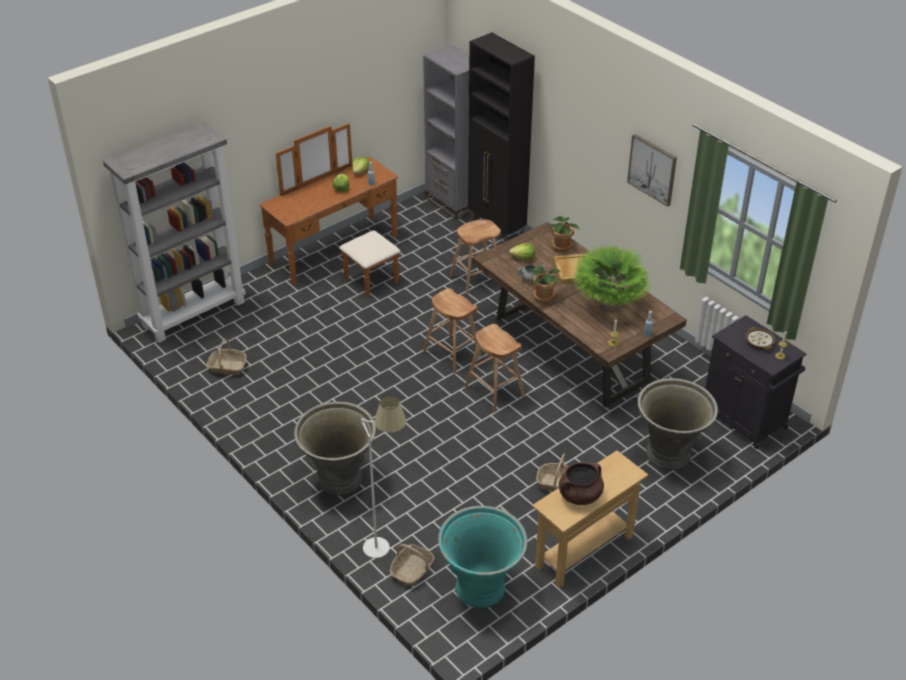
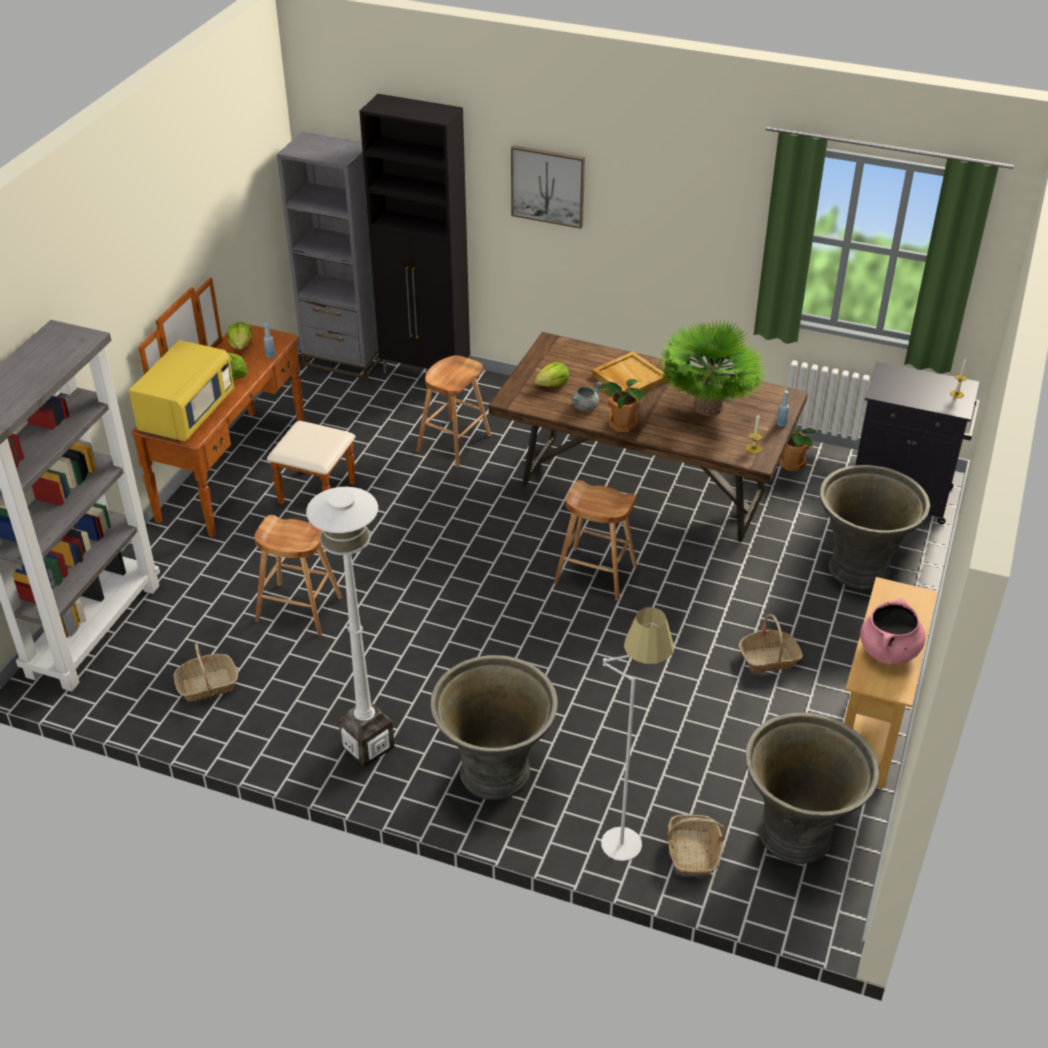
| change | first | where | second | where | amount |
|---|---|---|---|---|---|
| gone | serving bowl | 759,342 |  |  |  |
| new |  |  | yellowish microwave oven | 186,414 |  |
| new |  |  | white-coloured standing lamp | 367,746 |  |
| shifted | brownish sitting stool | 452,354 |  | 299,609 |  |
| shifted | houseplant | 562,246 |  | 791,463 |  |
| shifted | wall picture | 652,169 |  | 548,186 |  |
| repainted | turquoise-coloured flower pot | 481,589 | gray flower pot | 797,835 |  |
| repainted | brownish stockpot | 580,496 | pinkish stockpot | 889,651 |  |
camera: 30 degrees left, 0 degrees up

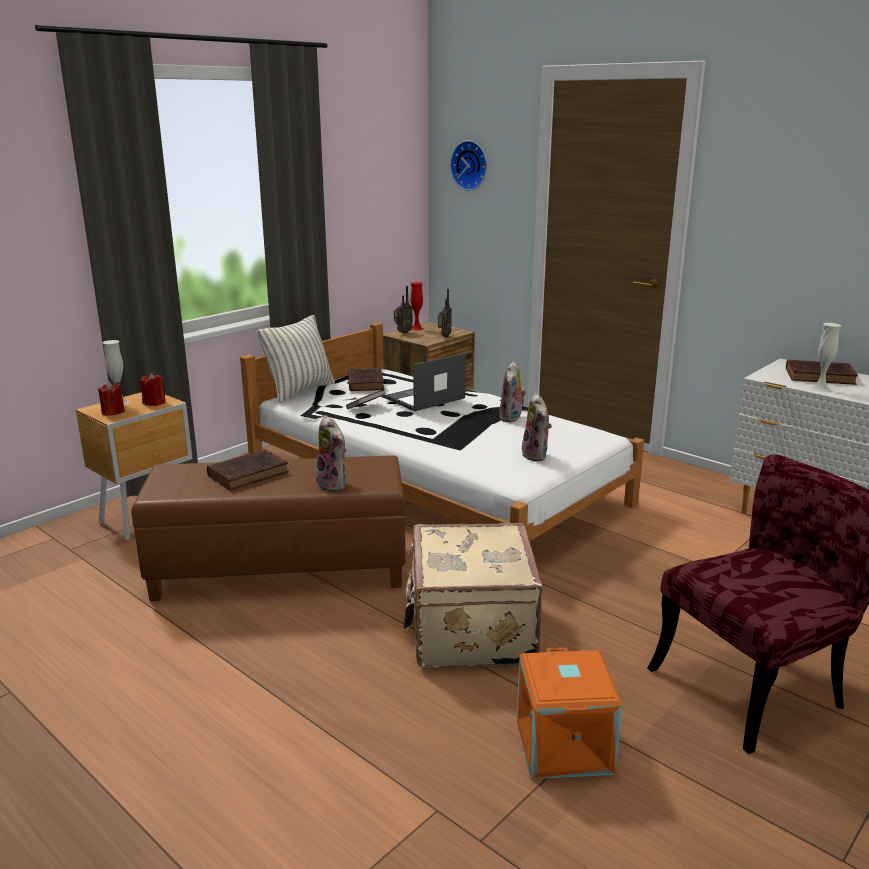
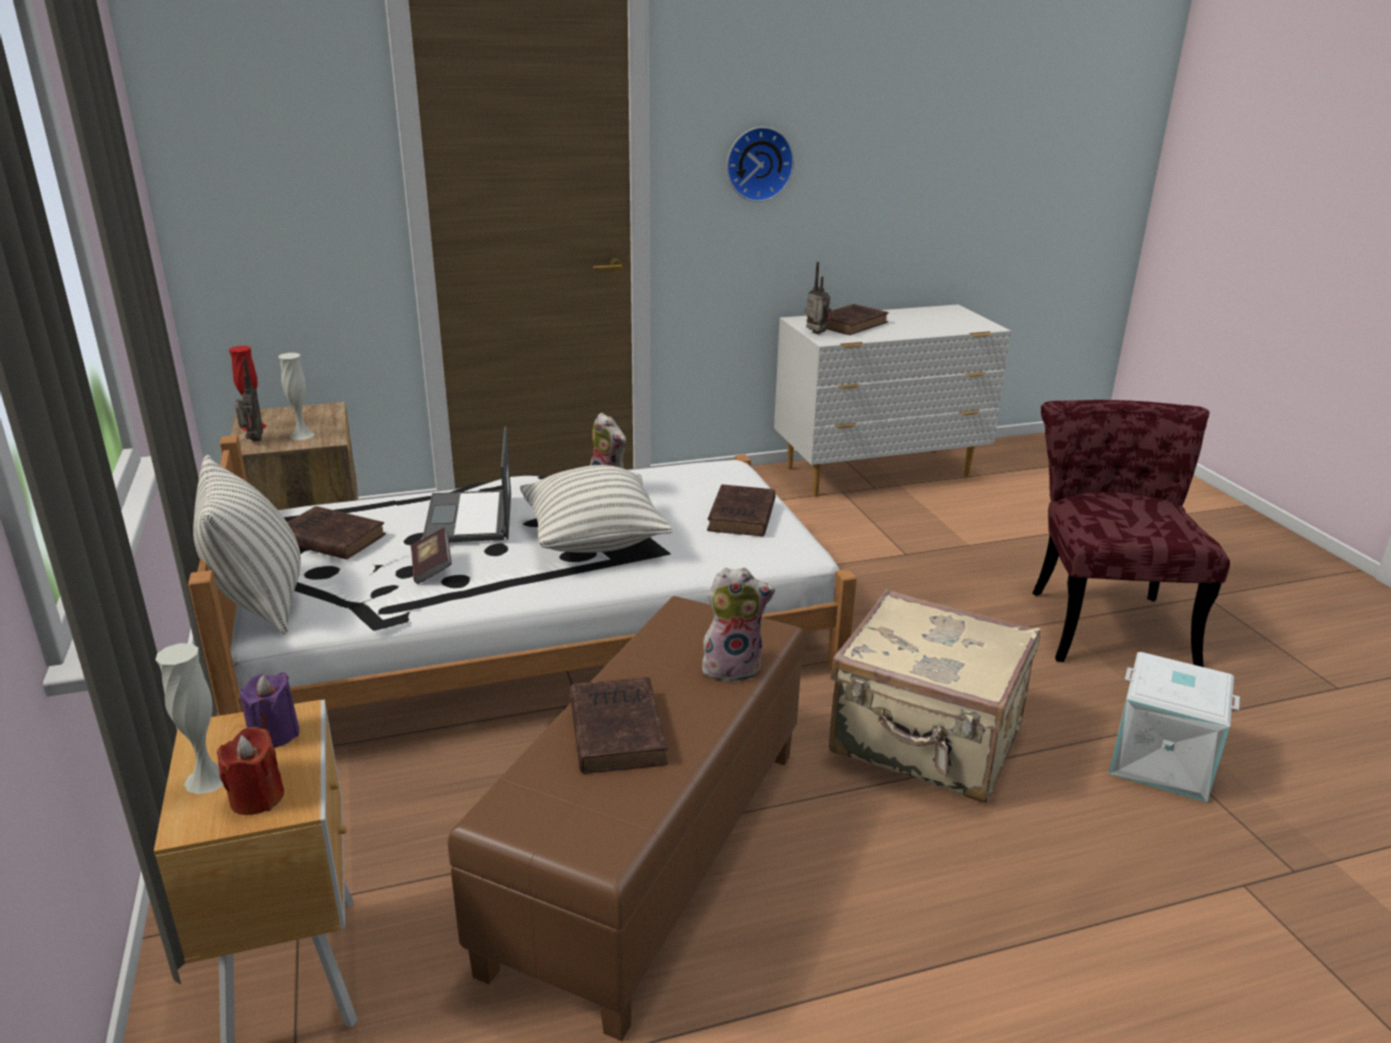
| change | first | where | second | where | amount |
|---|---|---|---|---|---|
| new |  |  | cushion | 594,541 |  |
| shifted | radio | 444,336 |  | 815,334 |  |
| shifted | hanging clock | 471,165 |  | 758,164 |  |
| shifted | white-coloured vase | 820,389 |  | 302,435 |  |
| swapped | soft toy | 536,455 | brownish volume | 741,517 |  |
| repainted | reddish wax candle | 154,403 | purple wax candle | 274,734 |  |
| repainted | orangey storage box | 566,746 | white-coloured storage box | 1162,760 |  |
camera: 60 degrees left, 5 degrees up

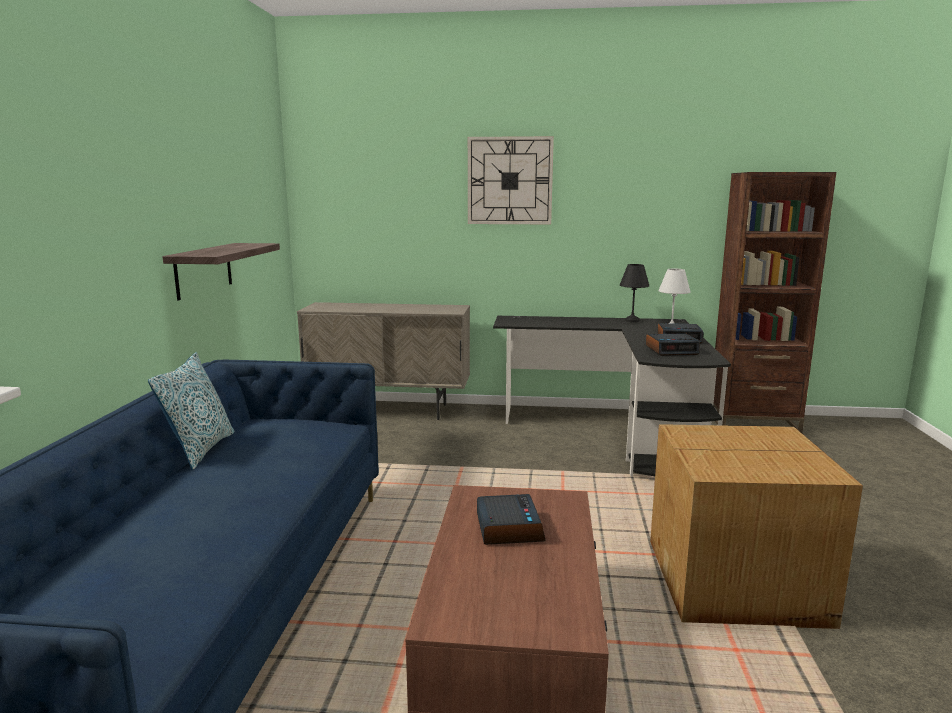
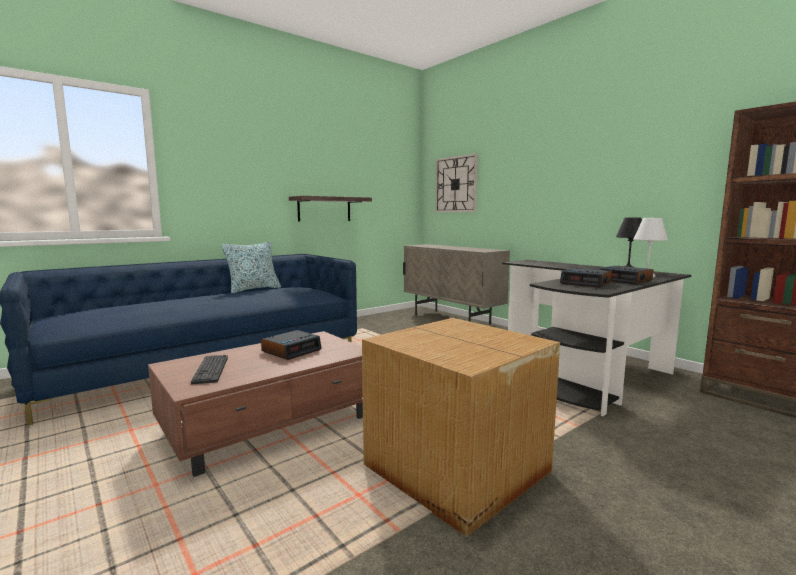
| change | first | where | second | where | amount |
|---|---|---|---|---|---|
| new |  |  | computer keyboard | 210,370 |  |
| shifted | hanging clock | 510,181 |  | 456,184 |  |
camera: 45 degrees right, 5 degrees down

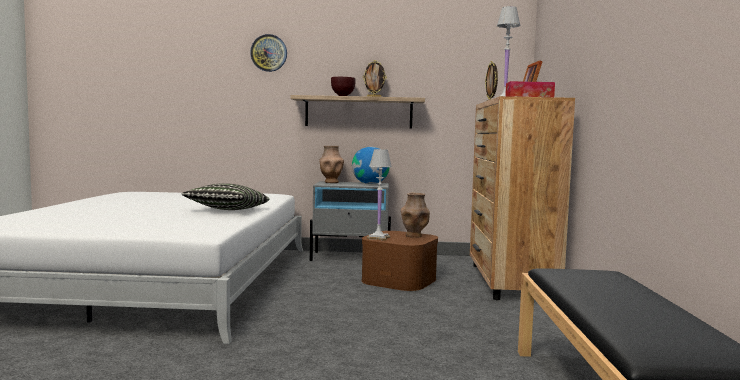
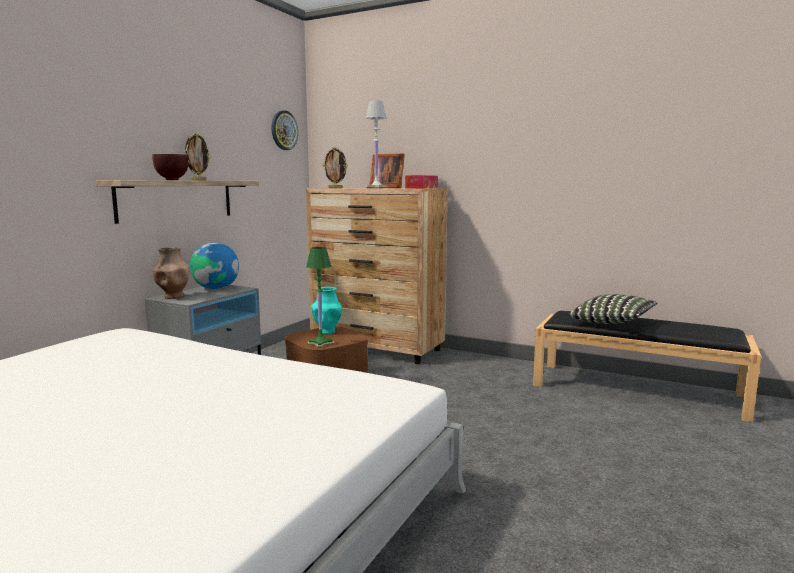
| change | first | where | second | where | amount |
|---|---|---|---|---|---|
| shifted | cushion | 227,210 |  | 612,323 |  |
| shifted | hanging clock | 269,53 |  | 284,130 |  |
| repainted | white-coloured table lamp | 378,238 | greenish table lamp | 320,344 |  |
| repainted | brownish vase | 414,236 | turquoise-coloured vase | 327,332 |  |
camera: 65 degrees left, 5 degrees up

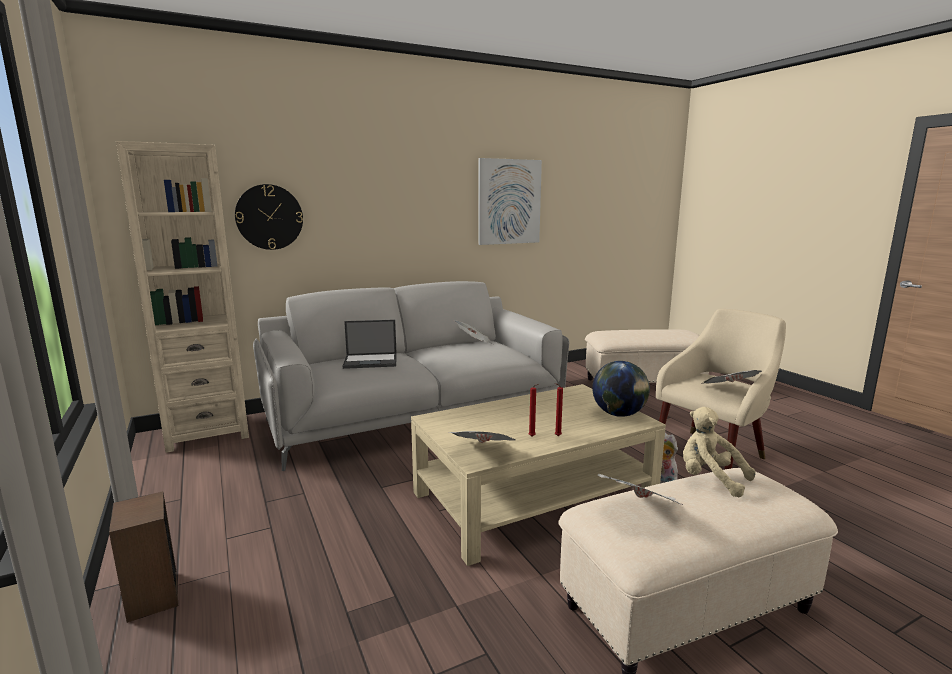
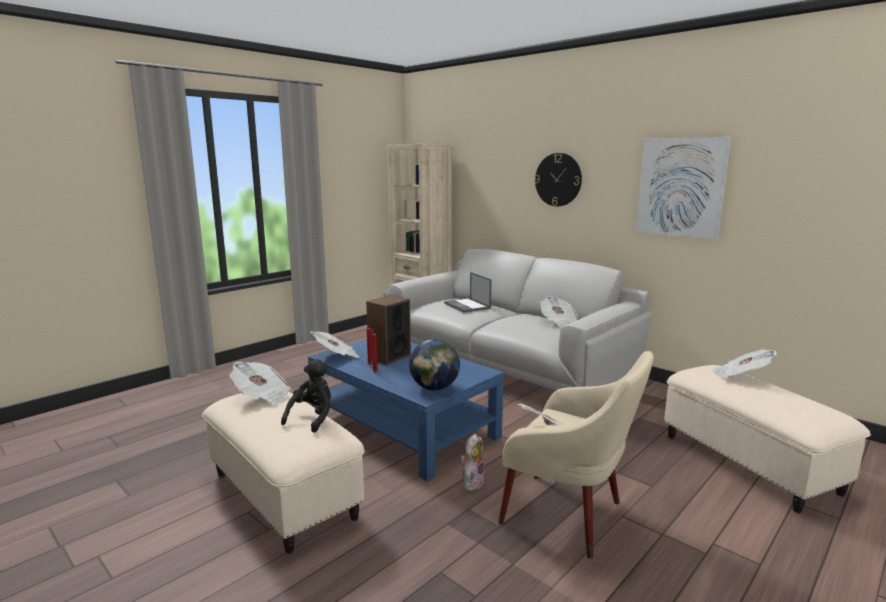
| change | first | where | second | where | amount |
|---|---|---|---|---|---|
| new |  |  | newspaper | 740,376 |  |
| shifted | speaker | 152,596 |  | 389,357 |  |
| shifted | hanging clock | 269,217 |  | 558,179 |  |
| repainted | beige coffee table | 534,497 | bluish coffee table | 404,427 |  |
| repainted | beige soft toy | 709,479 | black-coloured soft toy | 312,418 |  |
camera: 70 degrees right, 0 degrees up

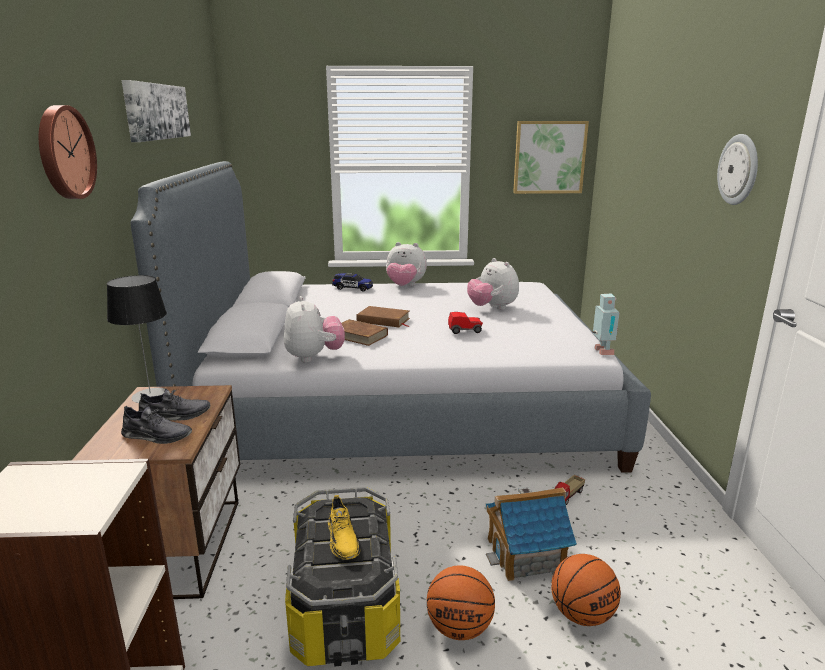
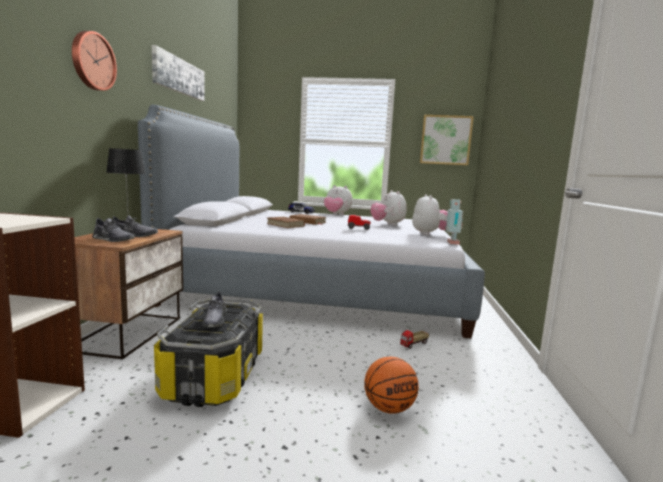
| change | first | where | second | where | amount |
|---|---|---|---|---|---|
| gone | basketball ball | 459,628 |  |  |  |
| gone | model house | 526,554 |  |  |  |
| gone | hanging clock | 739,169 |  |  |  |
| shifted | soft toy | 314,357 |  | 430,234 |  |
| repainted | yellowish low shoe | 343,539 | gray low shoe | 215,320 |  |
camera: 10 degrees right, 10 degrees down

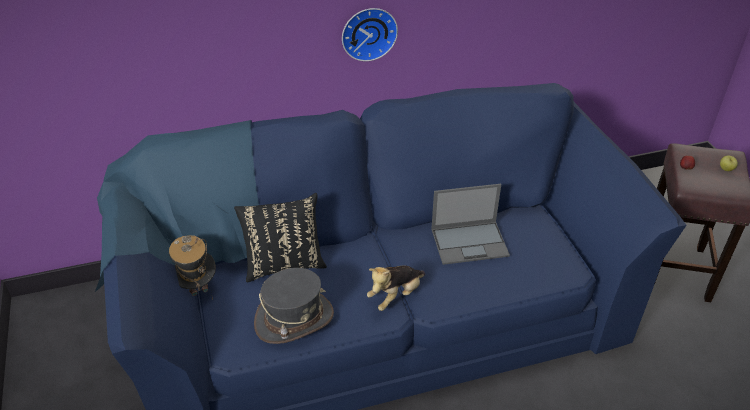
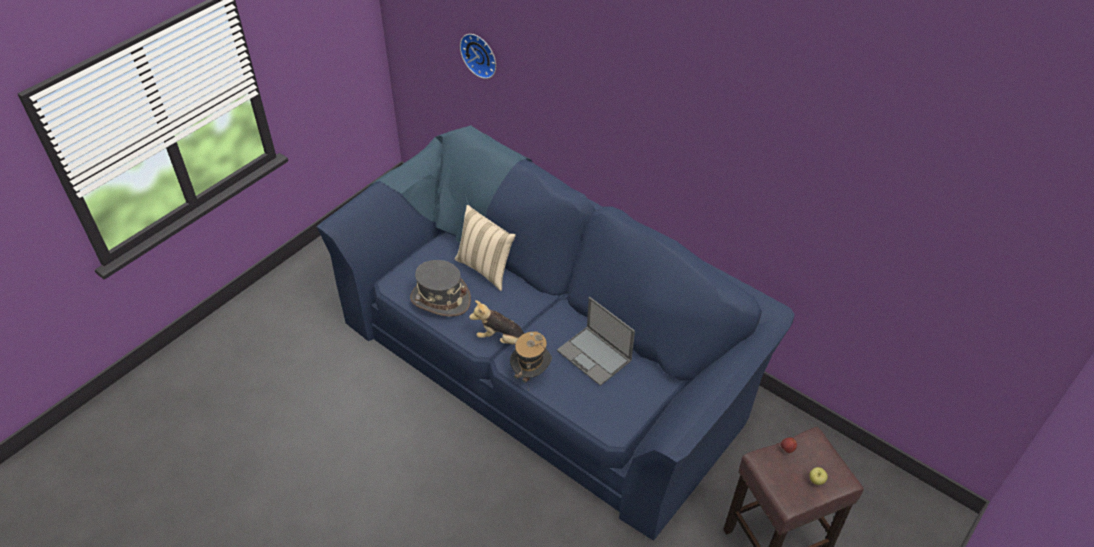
| change | first | where | second | where | amount |
|---|---|---|---|---|---|
| shifted | wearable hat | 196,287 |  | 531,374 |  |
| shifted | hanging clock | 368,32 |  | 480,54 |  |
| repainted | black-coloured cushion | 284,264 | beige cushion | 486,268 |  |
camera: 55 degrees right, 5 degrees up

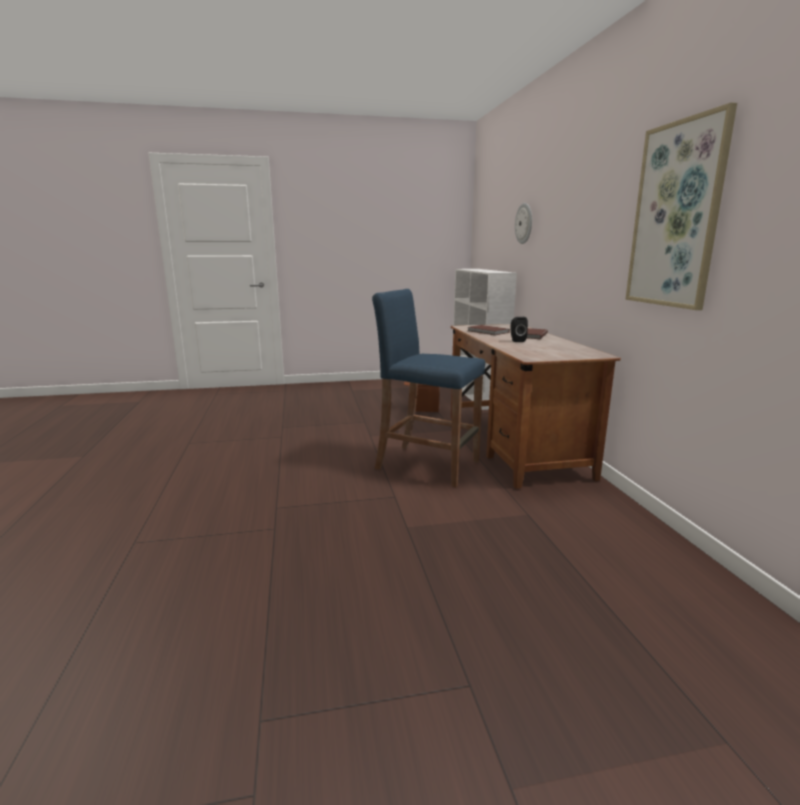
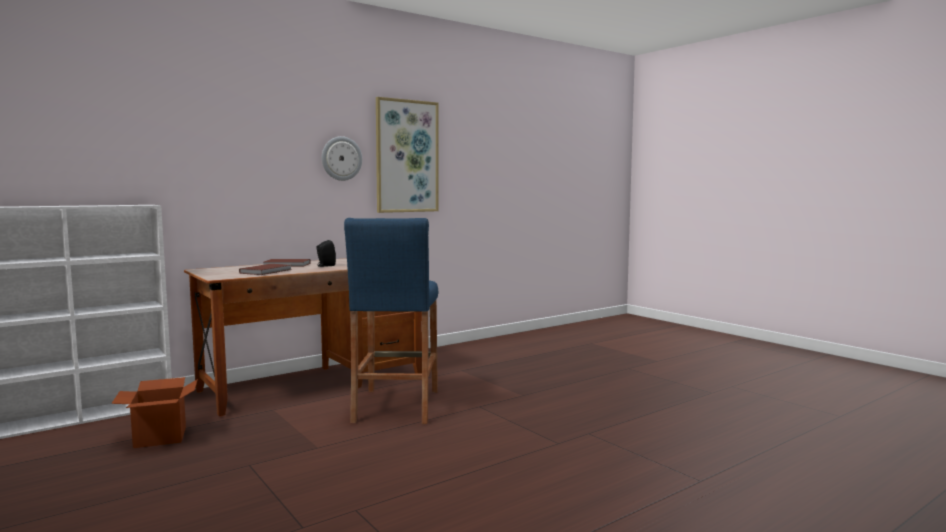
| change | first | where | second | where | amount |
|---|---|---|---|---|---|
| shifted | hanging clock | 524,223 |  | 341,158 |  |
camera: 115 degrees left, 10 degrees down

